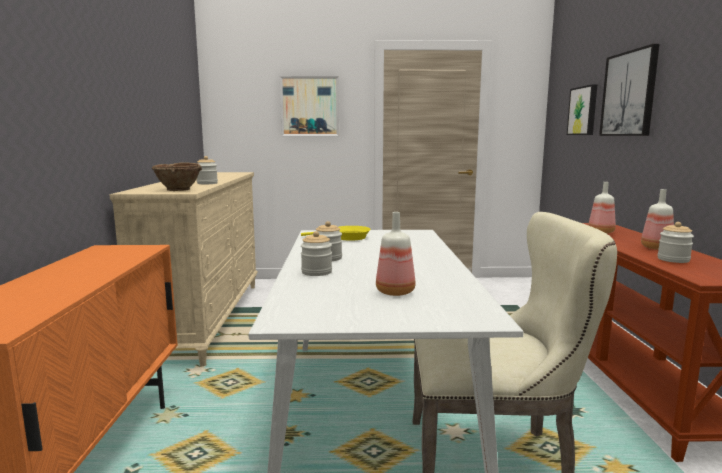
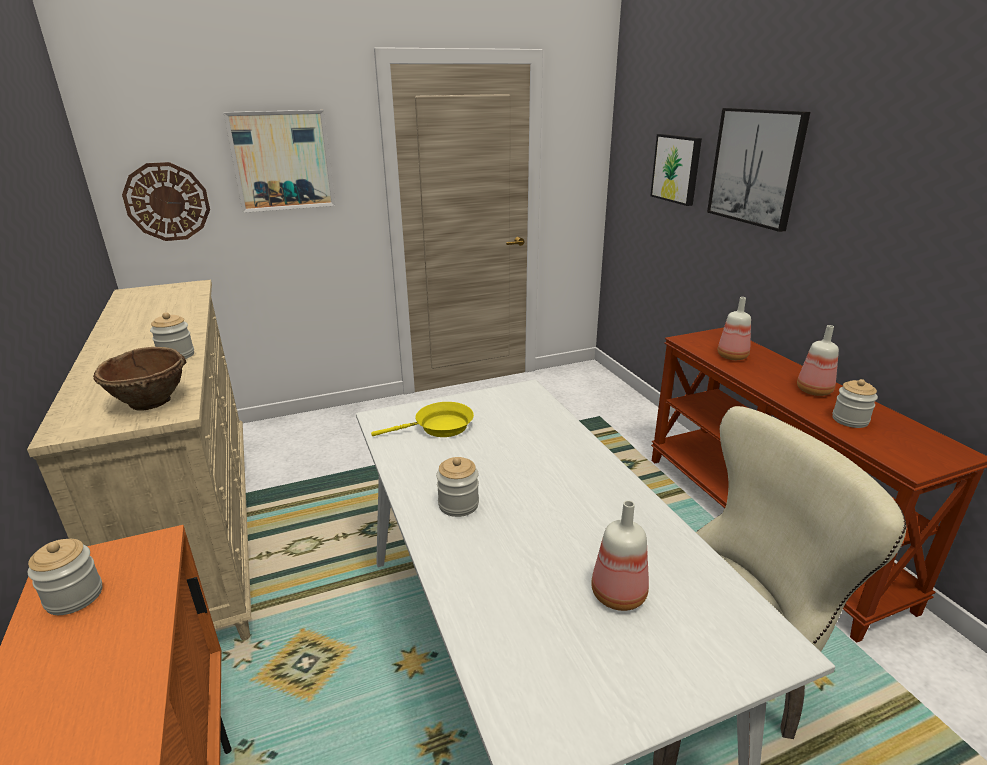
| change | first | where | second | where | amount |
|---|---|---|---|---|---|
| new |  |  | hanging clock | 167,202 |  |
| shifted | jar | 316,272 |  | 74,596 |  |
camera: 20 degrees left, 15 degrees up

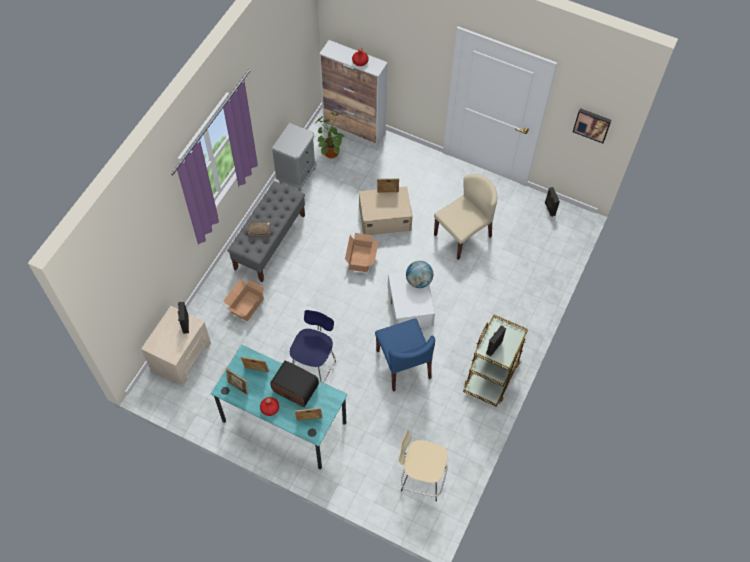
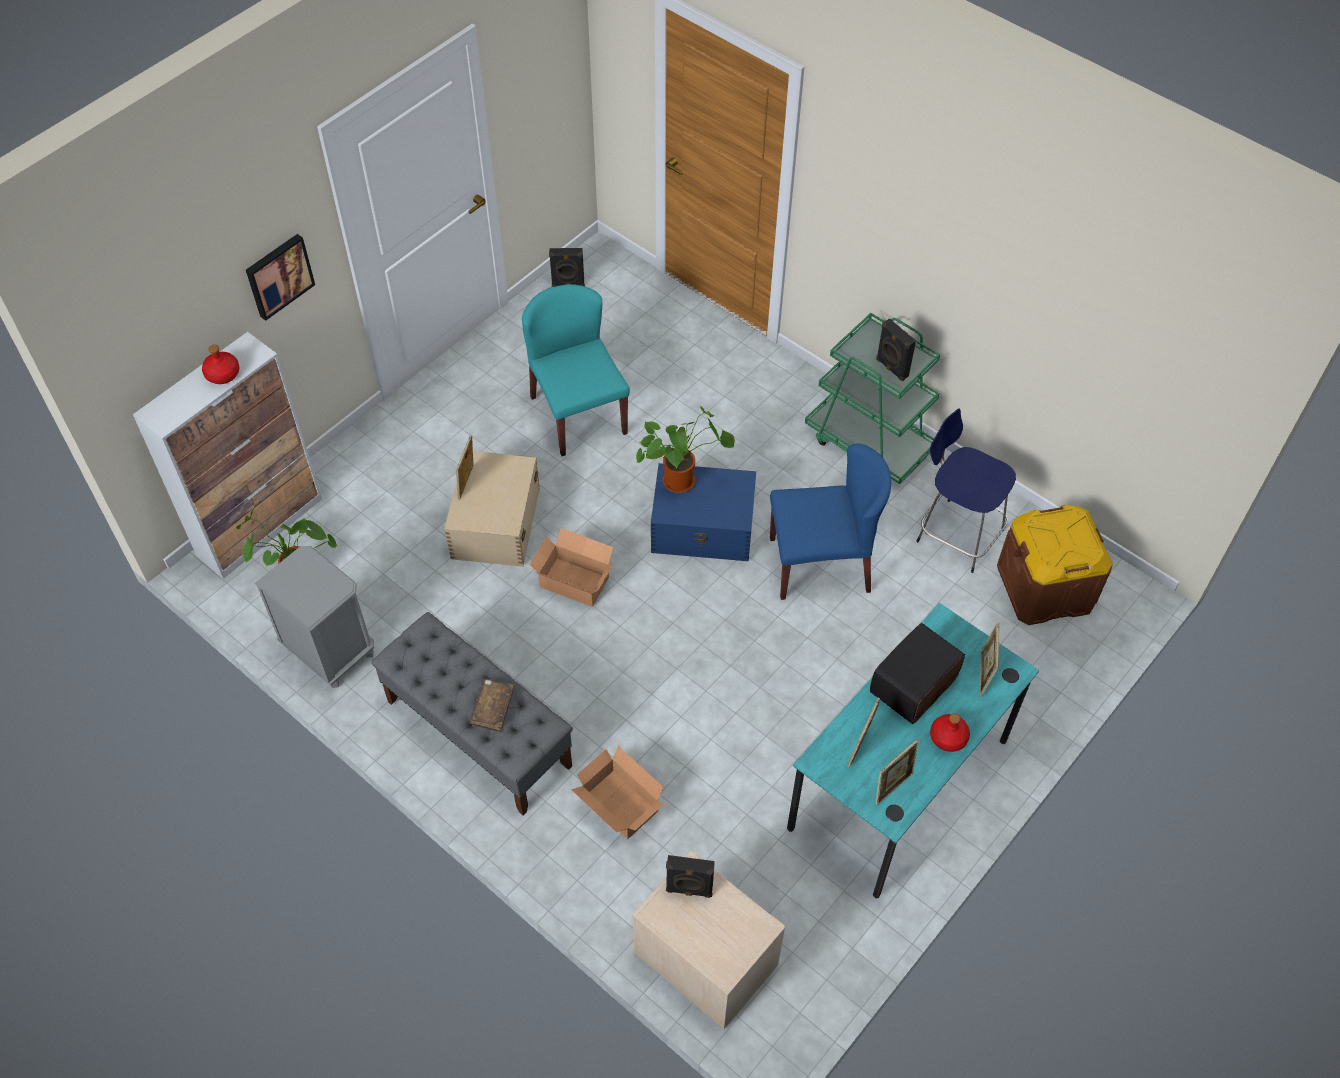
| change | first | where | second | where | amount |
|---|---|---|---|---|---|
| shifted | bluish sitting stool | 314,368 |  | 957,534 |  |
| shifted | wall picture | 592,124 |  | 278,275 |  |
| swapped | beige sitting stool | 421,478 | brownish storage box | 1044,587 |  |
| swapped | desk globe | 418,281 | houseplant | 681,479 |  |
| repainted | white-coloured storage box | 410,307 | bluish storage box | 704,527 |  |
| repainted | beige chair | 463,235 | turquoise-coloured chair | 578,414 |  |
| repainted | brownish cart | 491,375 | greenish cart | 869,443 |  |
camera: 75 degrees left, 5 degrees down

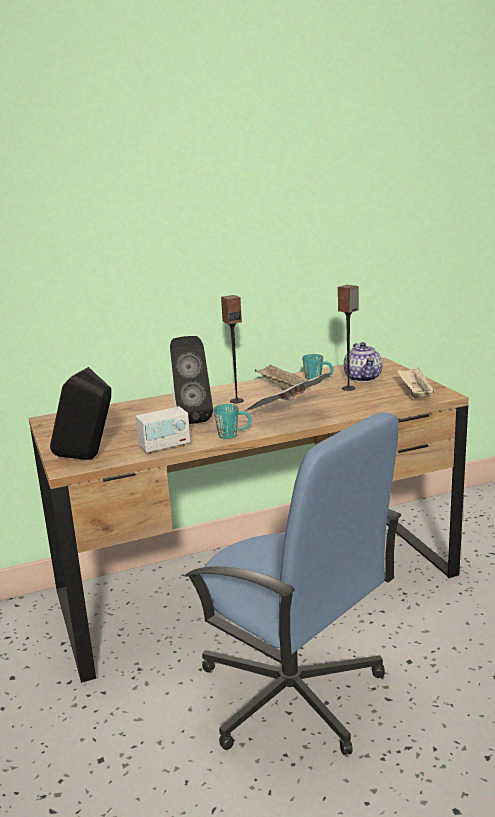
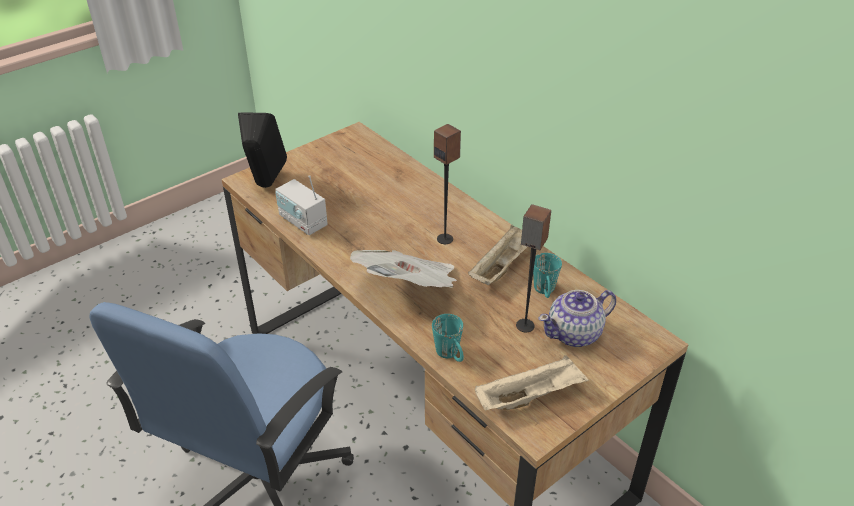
| change | first | where | second | where | amount |
|---|---|---|---|---|---|
| gone | black-coloured speaker | 192,418 |  |  |  |
| shifted | turquoise-coloured coffee mug | 233,434 |  | 451,355 |  |
camera: 70 degrees right, 20 degrees up

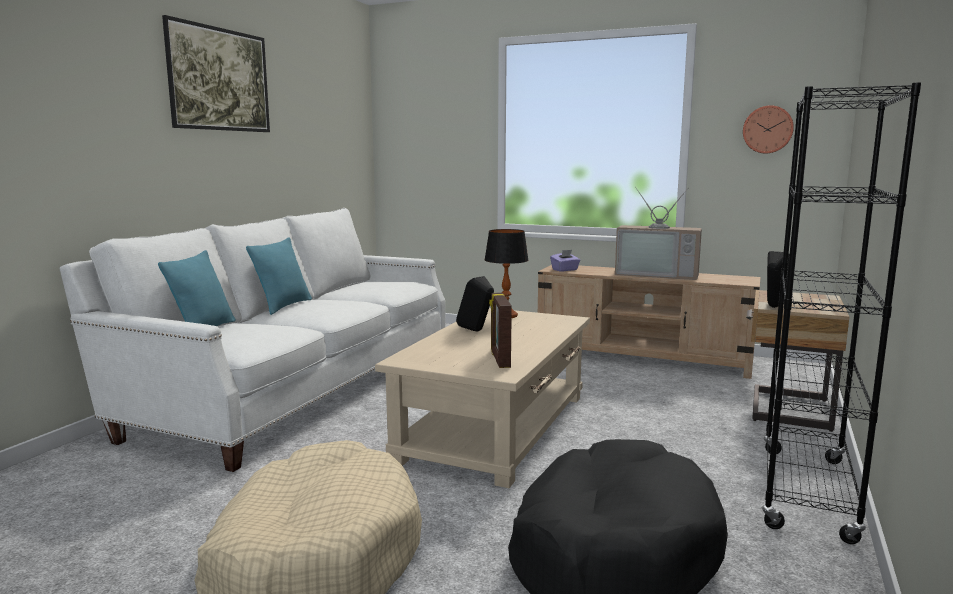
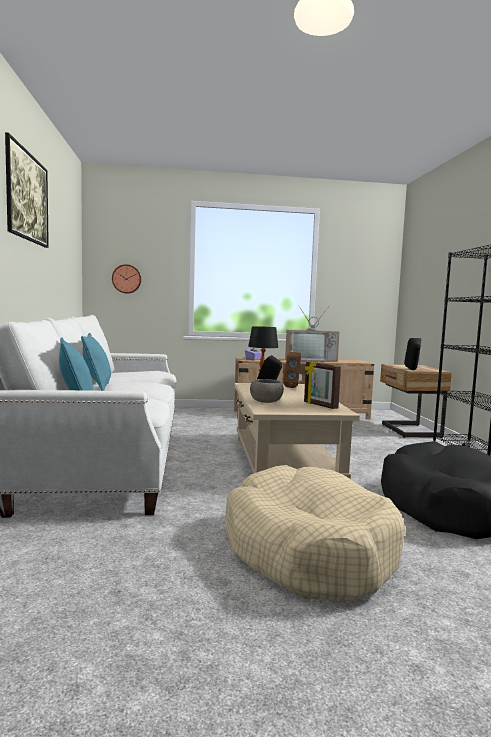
| change | first | where | second | where | amount |
|---|---|---|---|---|---|
| new |  |  | gray serving bowl | 265,401 |  |
| new |  |  | brownish speaker | 293,387 |  |
| shifted | hanging clock | 767,129 |  | 126,279 |  |
camera: 30 degrees left, 5 degrees down

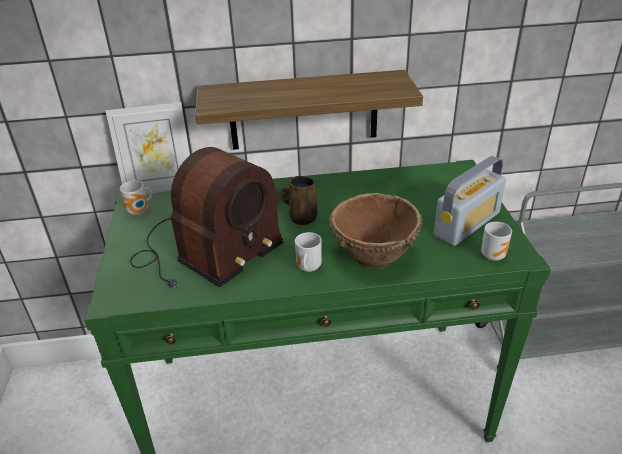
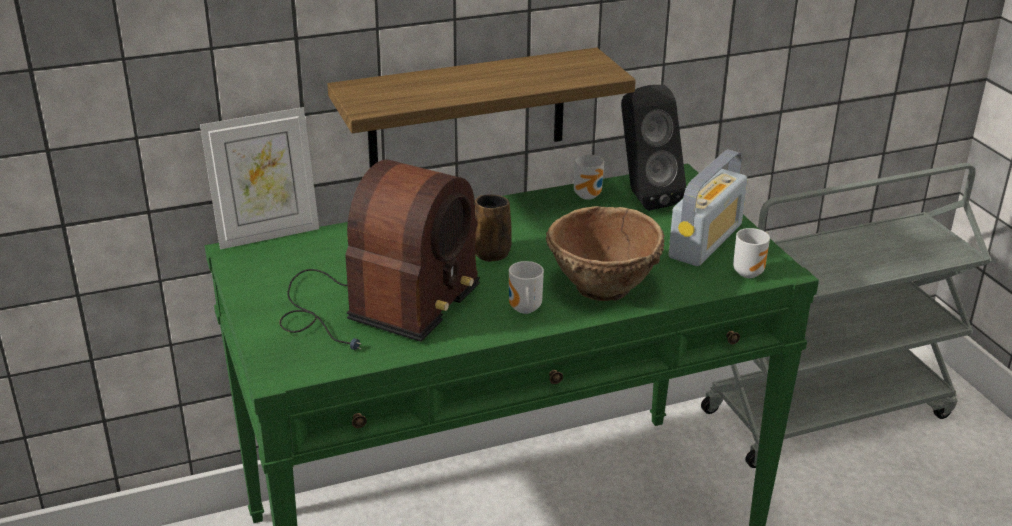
| change | first | where | second | where | amount |
|---|---|---|---|---|---|
| new |  |  | black-coloured speaker | 643,197 |  |
| shifted | coffee mug | 140,211 |  | 590,195 |  |
camera: 15 degrees left, 5 degrees down

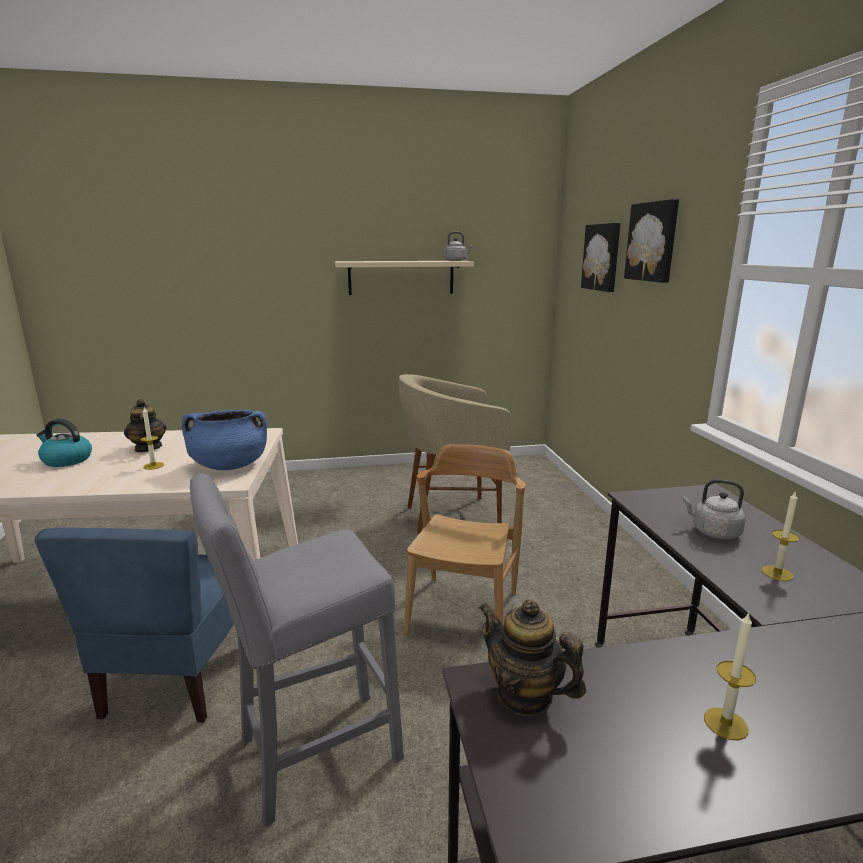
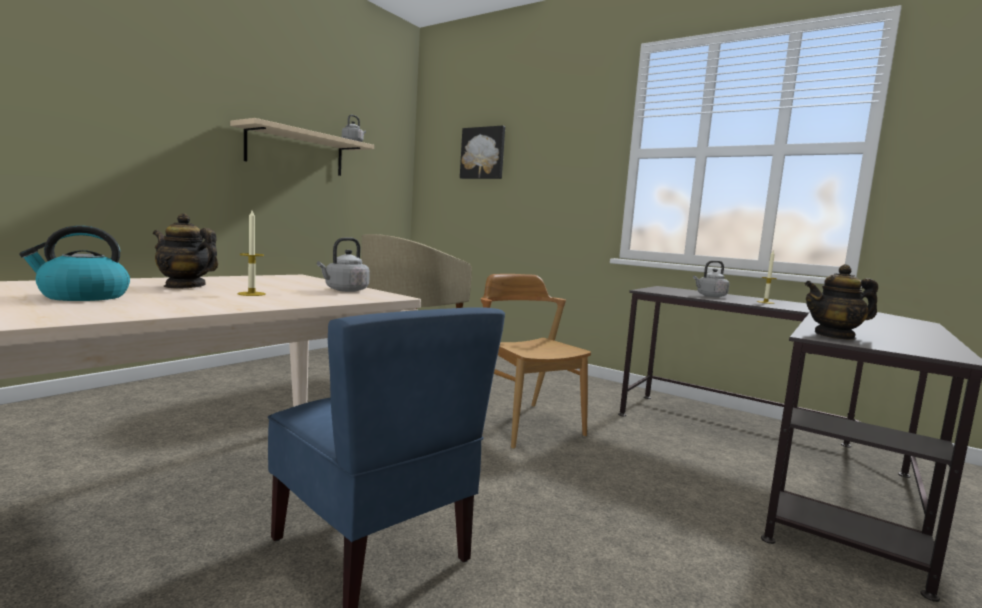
| change | first | where | second | where | amount |
|---|---|---|---|---|---|
| gone | gray sitting stool | 311,754 |  |  |  |
| gone | wall picture | 653,242 |  |  |  |
| gone | wax candle | 725,723 |  |  |  |
| swapped | bluish stockpot | 229,465 | gray tea kettle | 345,290 |  |
camera: 45 degrees left, 10 degrees down

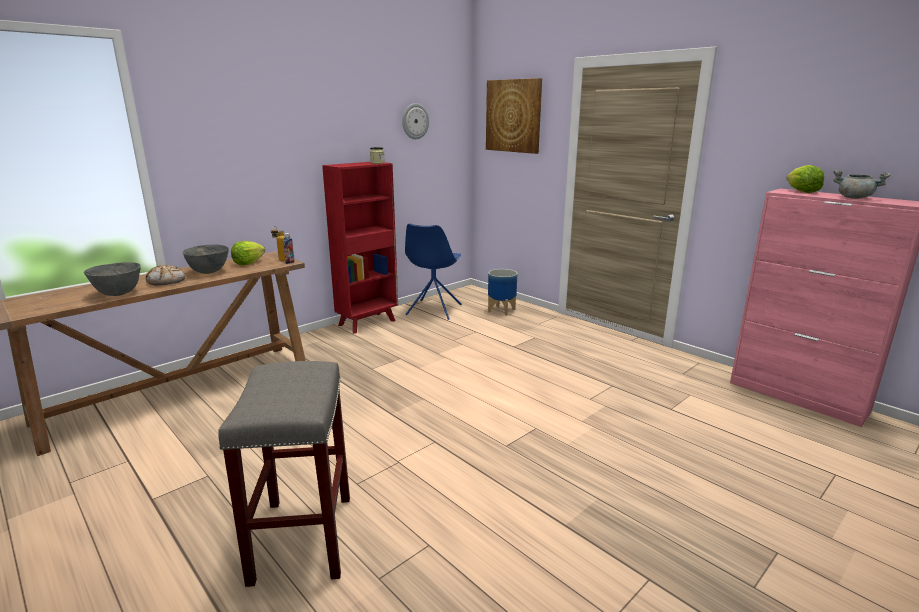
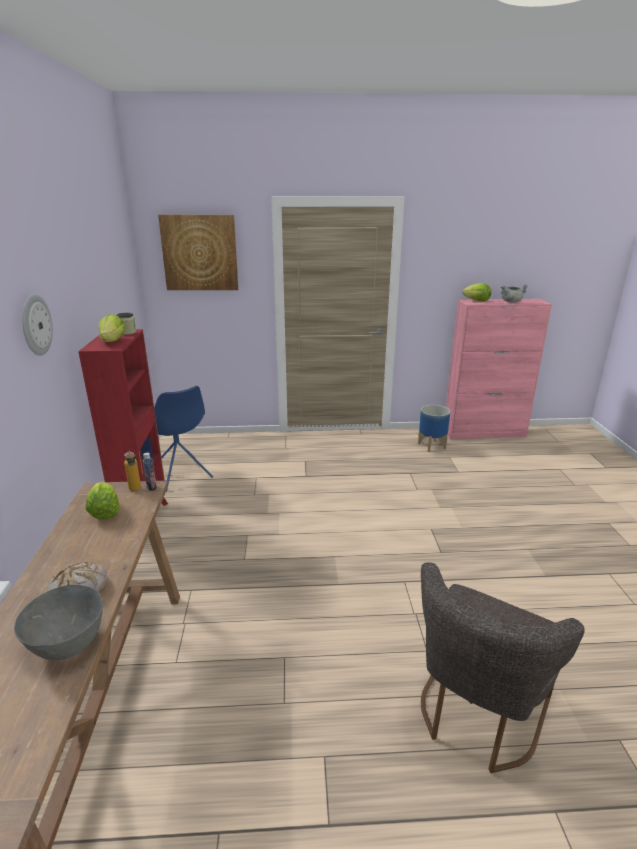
| change | first | where | second | where | amount |
|---|---|---|---|---|---|
| gone | gray serving bowl | 208,272 |  |  |  |
| new |  |  | head of lettuce | 112,341 |  |
| shifted | hanging clock | 415,121 |  | 35,325 |  |
| shifted | flower pot | 501,311 |  | 432,446 |  |
| swapped | gray sitting stool | 302,537 | gray chair | 477,715 |  |
camera: 50 degrees left, 5 degrees up

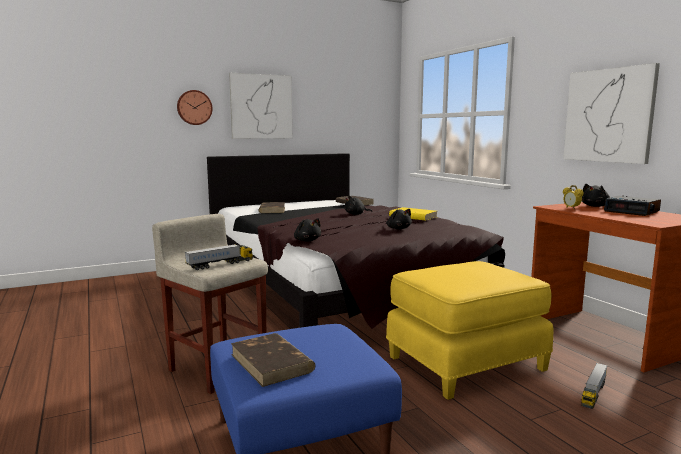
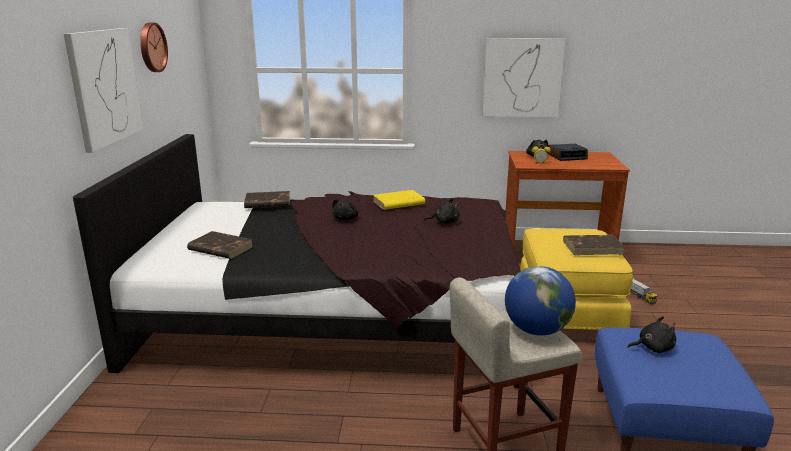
| change | first | where | second | where | amount |
|---|---|---|---|---|---|
| shifted | hanging clock | 194,107 |  | 151,47 |  |
| shifted | brownish volume | 272,363 |  | 593,247 |  |
| shifted | black-coloured soft toy | 307,240 |  | 653,348 |  |
| swapped | model truck | 220,264 | desk globe | 536,330 |  |
camera: 60 degrees left, 10 degrees up

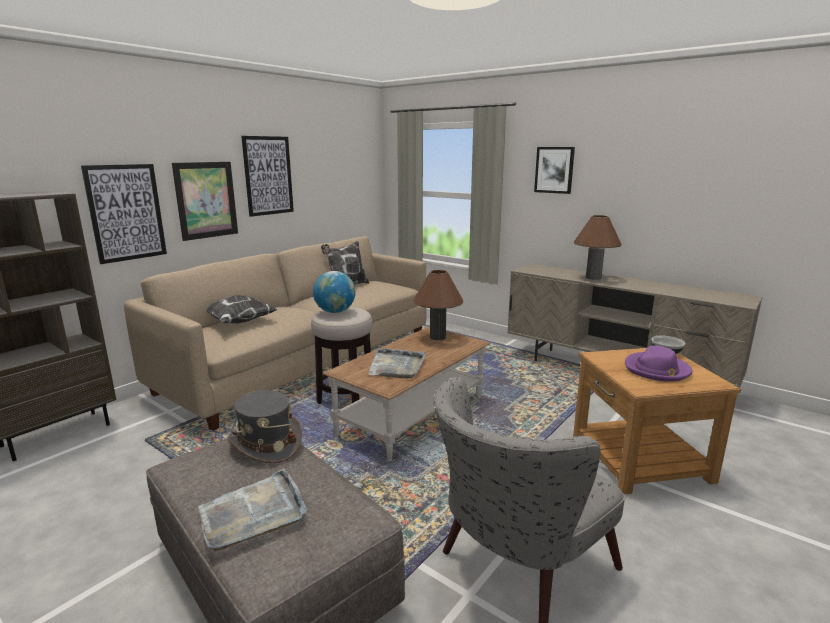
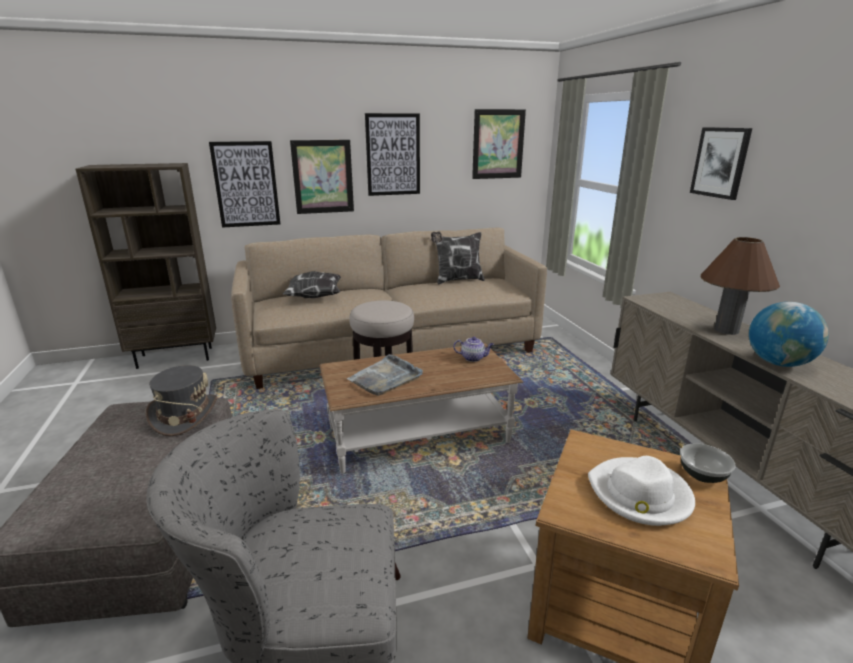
| change | first | where | second | where | amount |
|---|---|---|---|---|---|
| gone | gray serving tray | 253,513 |  |  |  |
| new |  |  | wall picture | 498,144 |  |
| shifted | desk globe | 335,311 |  | 778,363 |  |
| swapped | brownish table lamp | 437,337 | pot for tea | 473,358 |  |
| repainted | purple wearable hat | 657,370 | white-coloured wearable hat | 640,494 |  |
camera: 35 degrees right, 5 degrees up

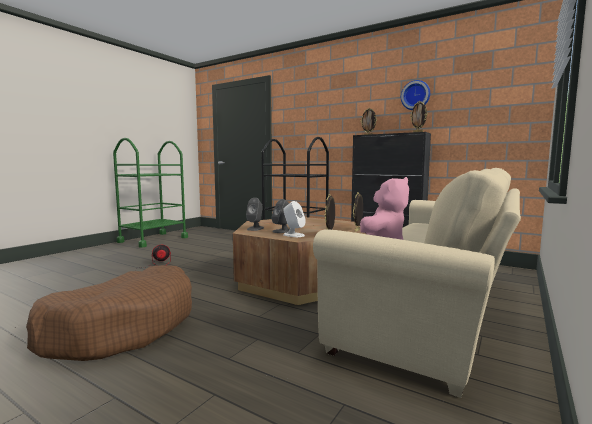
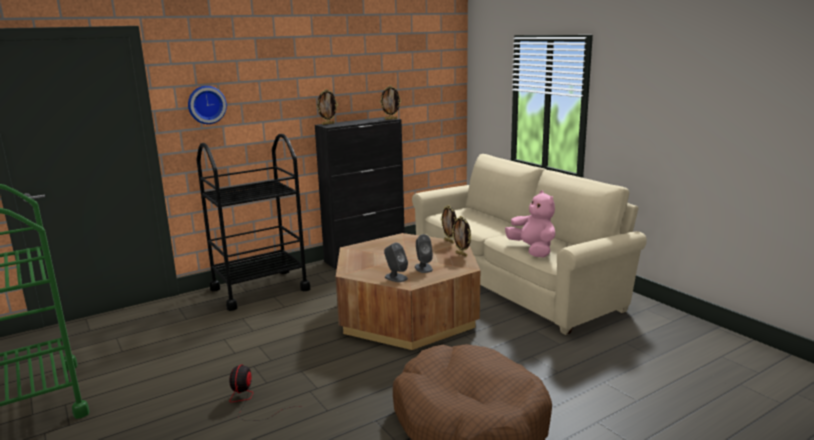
| change | first | where | second | where | amount |
|---|---|---|---|---|---|
| gone | white-coloured speaker | 293,235 |  |  |  |
| shifted | hanging clock | 415,95 |  | 206,104 |  |
camera: 65 degrees left, 10 degrees up

